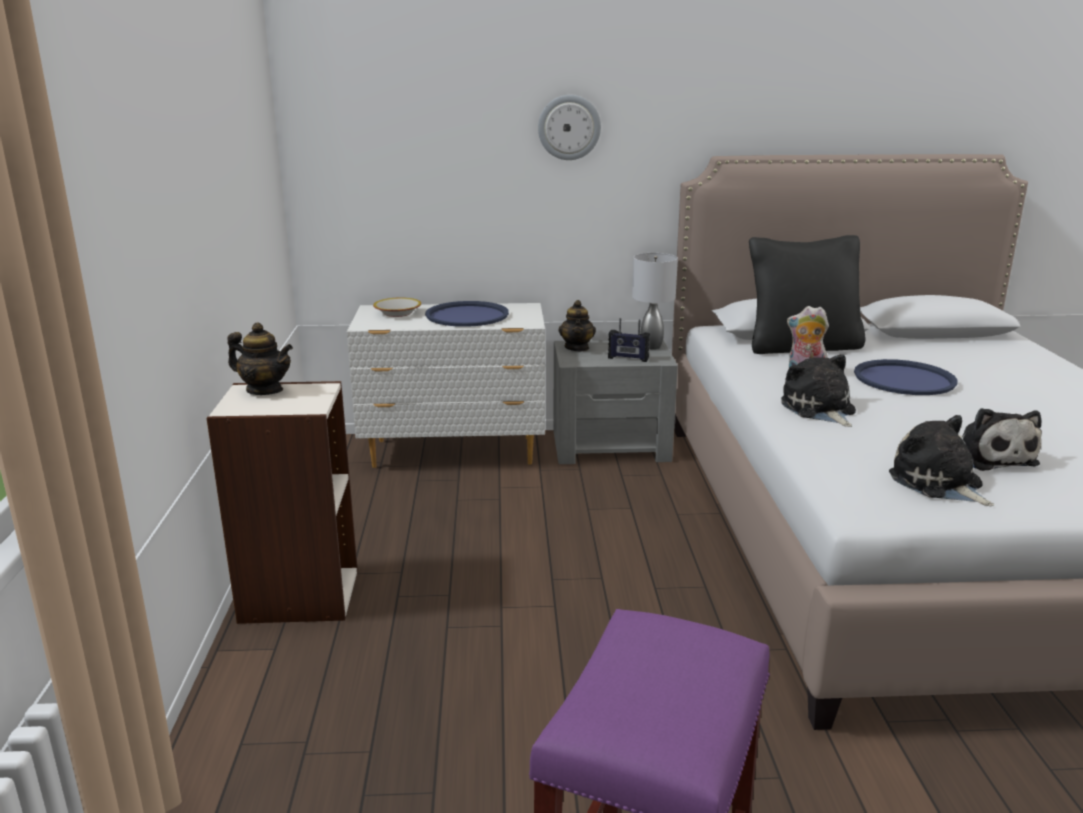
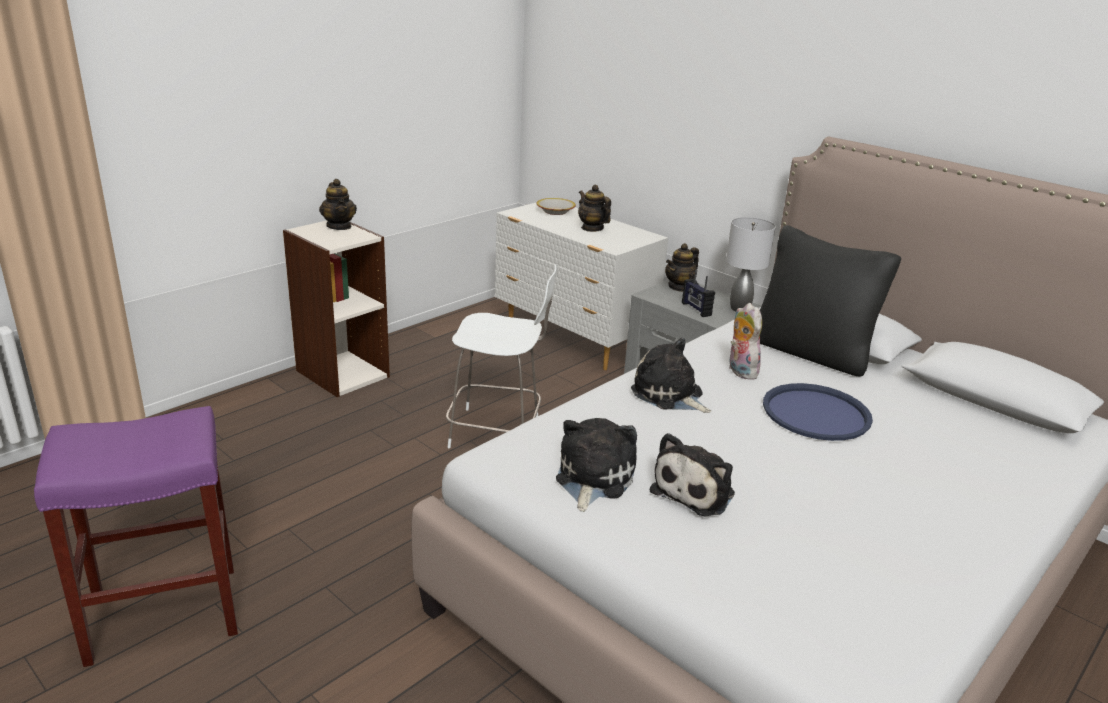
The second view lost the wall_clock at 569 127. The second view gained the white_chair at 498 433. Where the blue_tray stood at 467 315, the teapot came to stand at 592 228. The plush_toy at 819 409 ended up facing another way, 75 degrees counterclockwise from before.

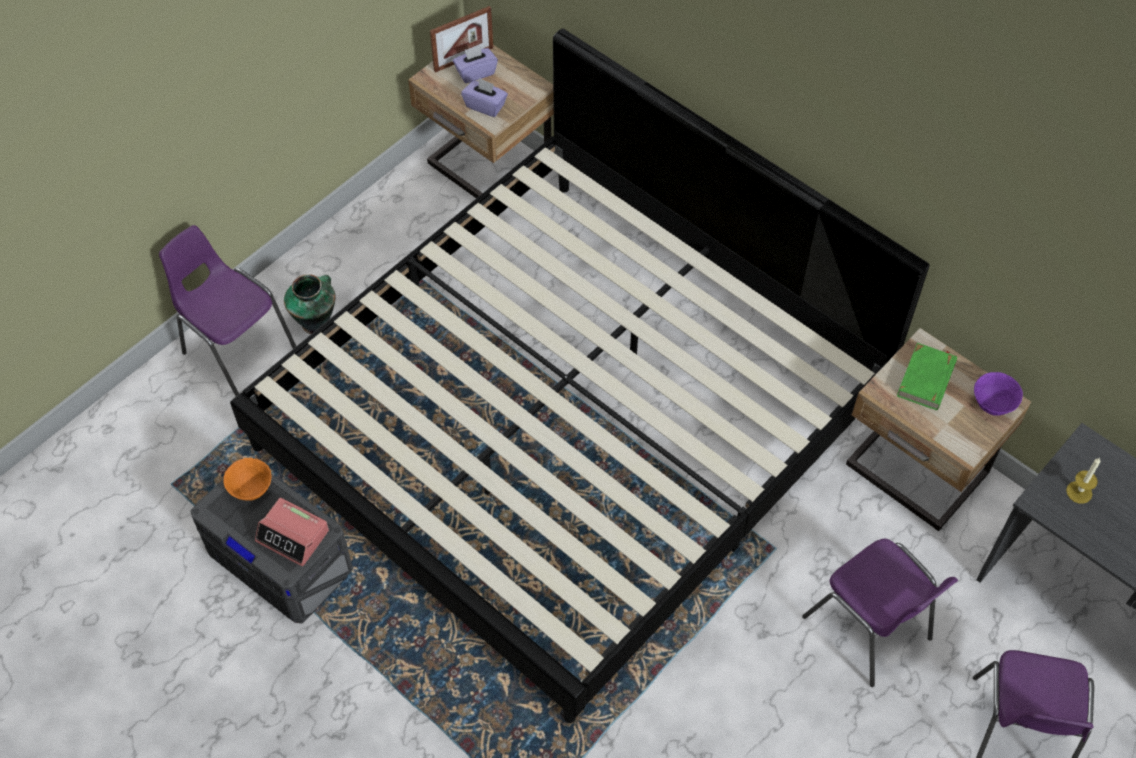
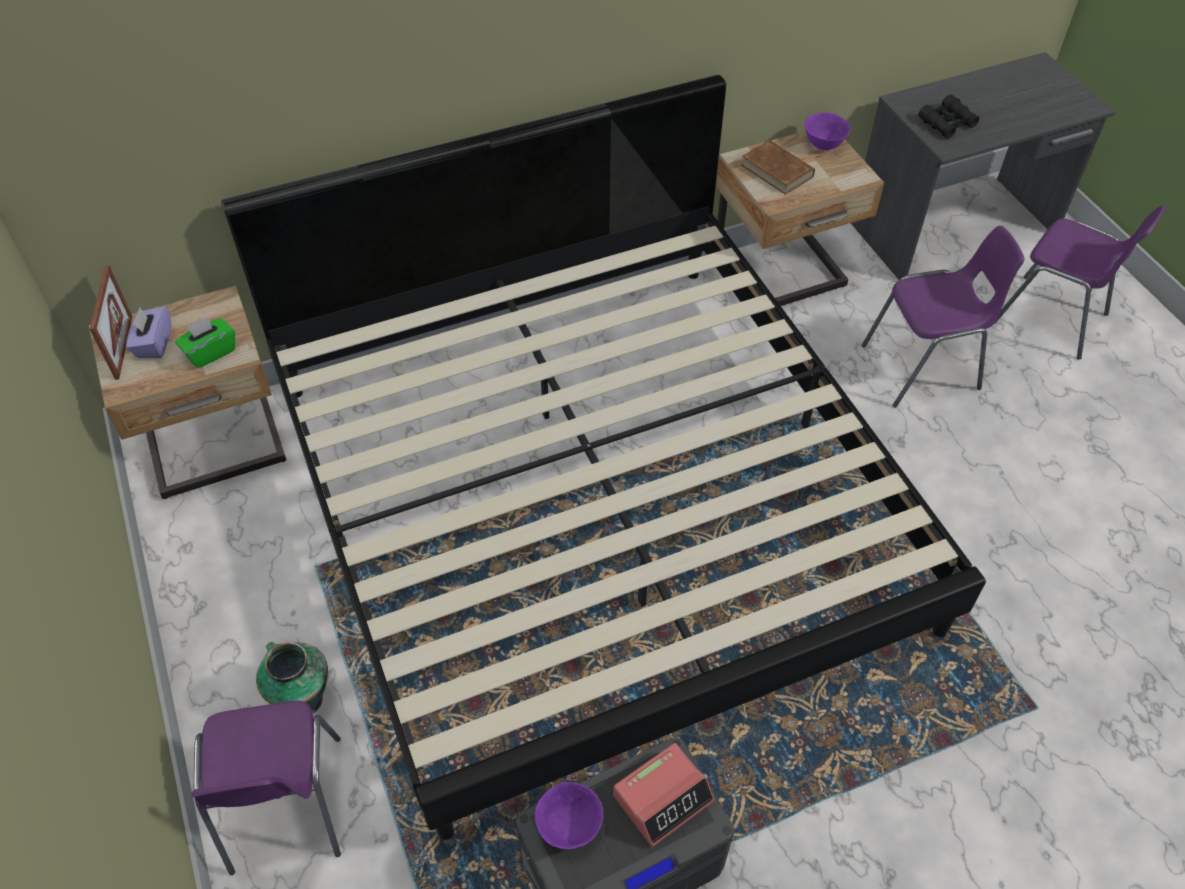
Where the candle stood at 1079 492, the black_binoculars came to stand at 947 123. What was the orange_bowl at 251 489 turned into the purple_bowl at 569 826. What was the purple_tissue_box at 485 106 turned into the green_tissue_box at 210 352. What was the green_book at 926 379 turned into the brown_book at 777 170. The purple_chair at 237 351 ended up facing another way, 75 degrees counterclockwise from before.

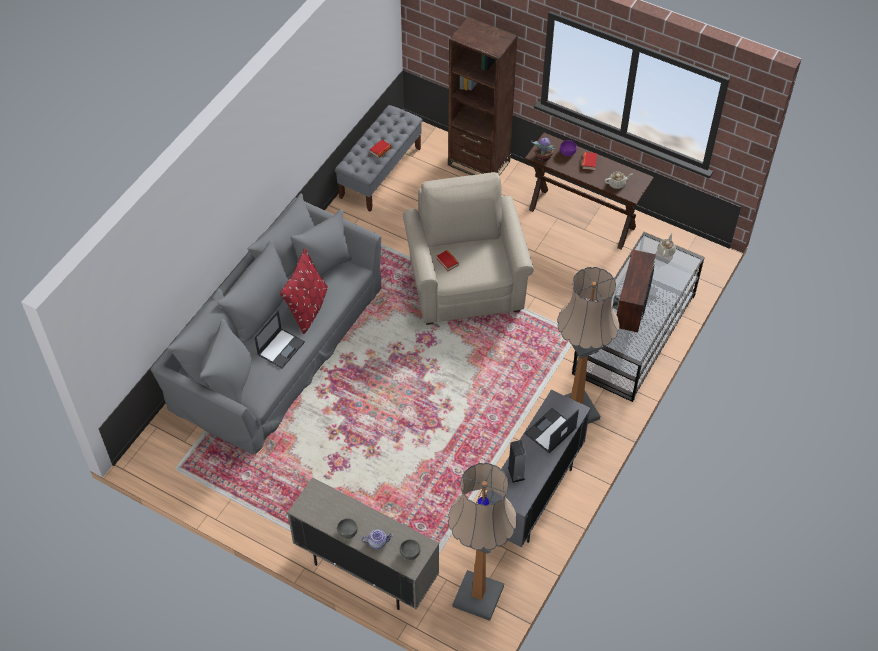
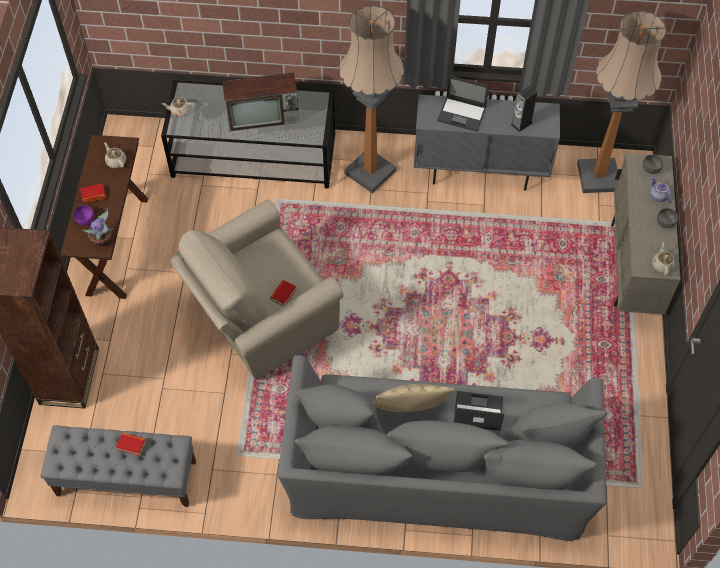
The second view gained the beige_teapot at 662 264. What was the red_pillow at 308 308 turned into the beige_pillow at 411 410.

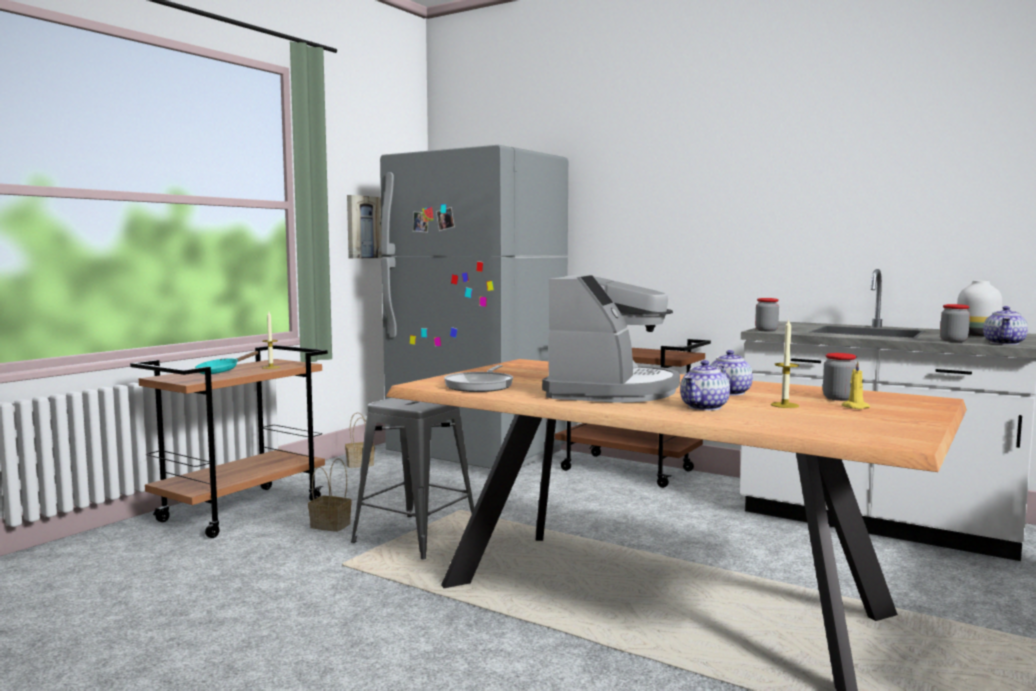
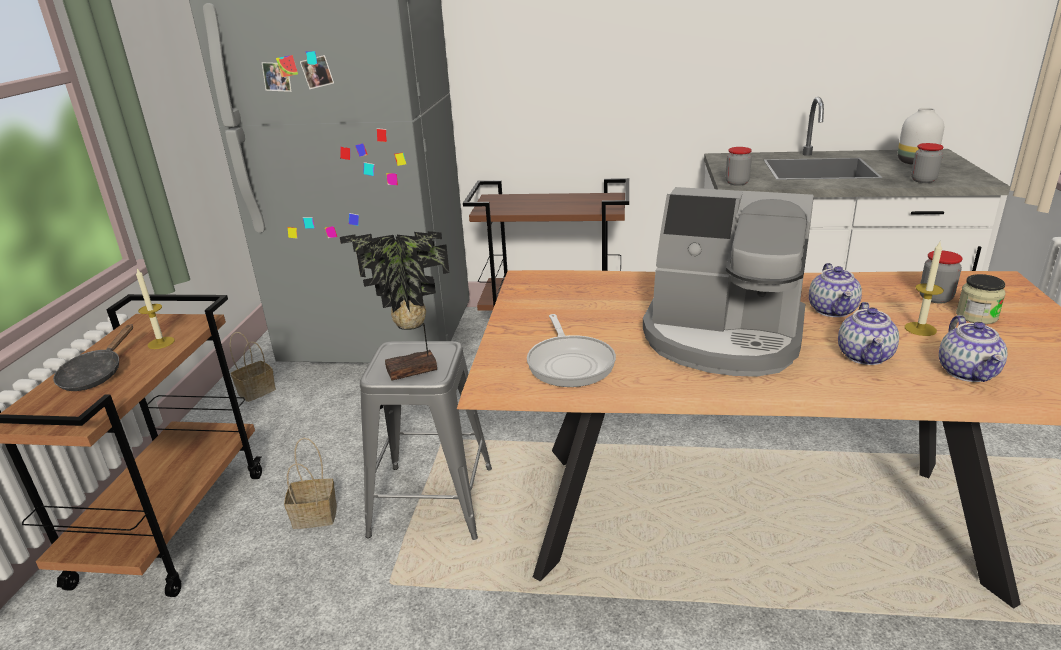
The second view lost the picture at 362 227. The second view gained the potted_plant at 413 371. The teapot ended up elsewhere, having gone from 1004 343 to 968 373. Where the yellow_candle stood at 854 407, the jar came to stand at 976 316. What was the turquoise_frying_pan at 221 371 turned into the black_frying_pan at 96 375. The coffee_machine at 611 391 ended up facing another way, 120 degrees clockwise from before.

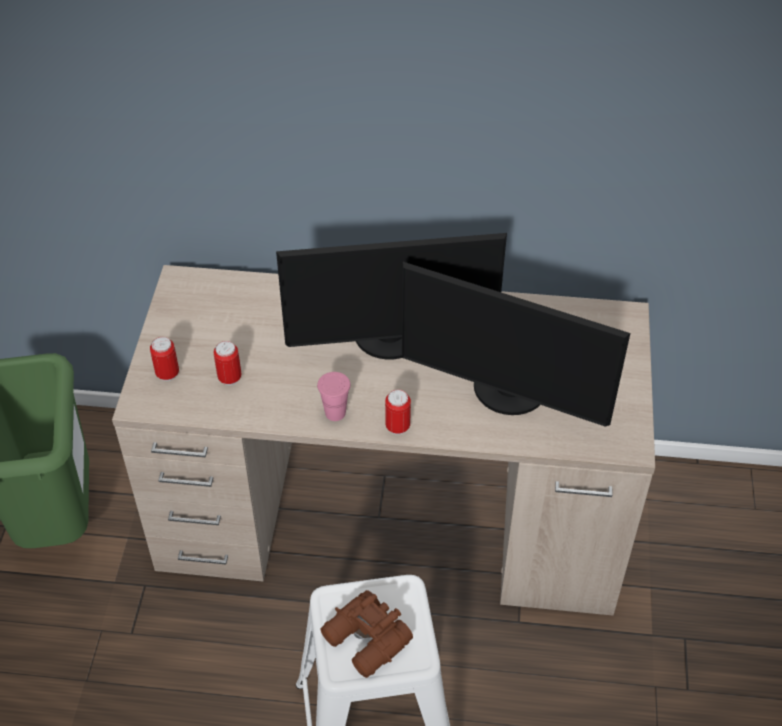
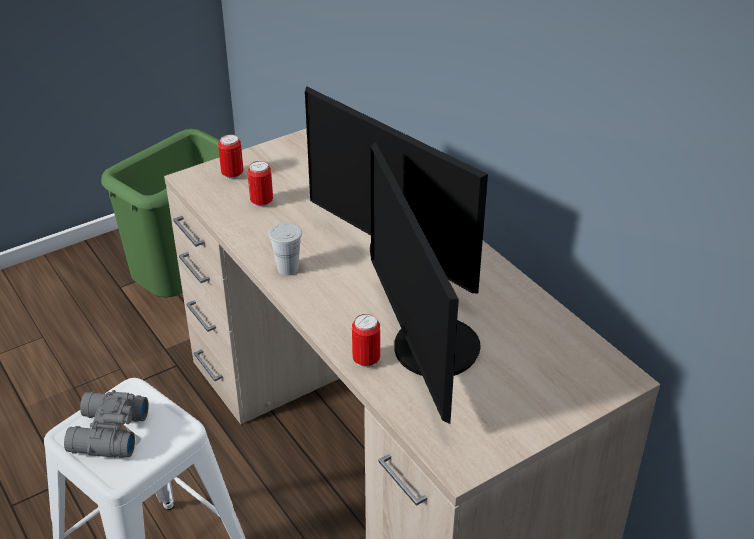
The can ended up elsewhere, having gone from 397 427 to 366 360. What was the pink_cup at 335 413 turned into the white_cup at 287 269. What was the brown_binoculars at 366 642 turned into the grey_binoculars at 107 434.

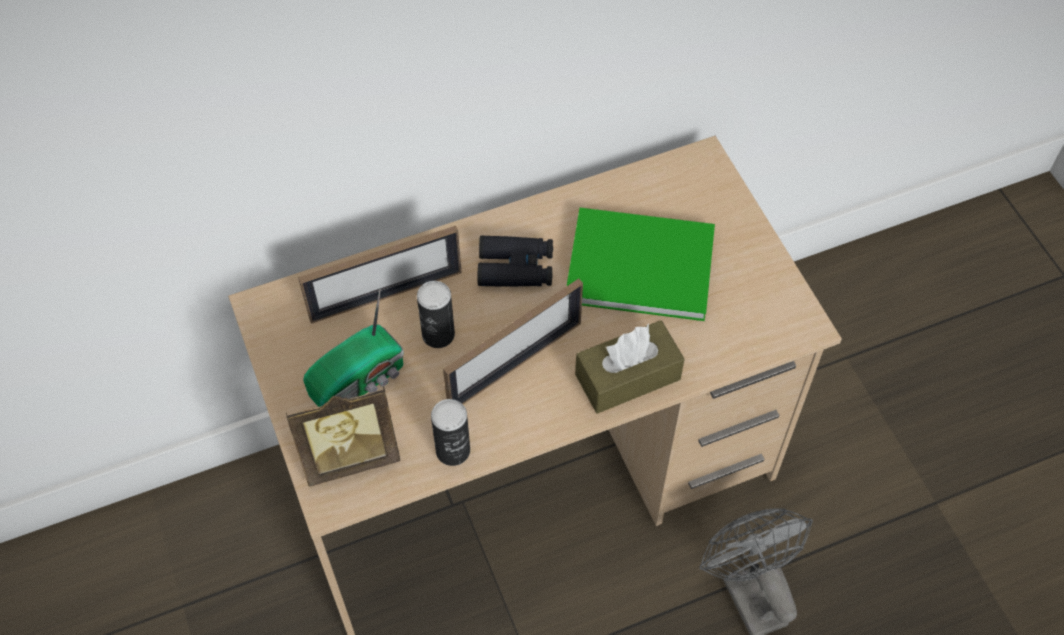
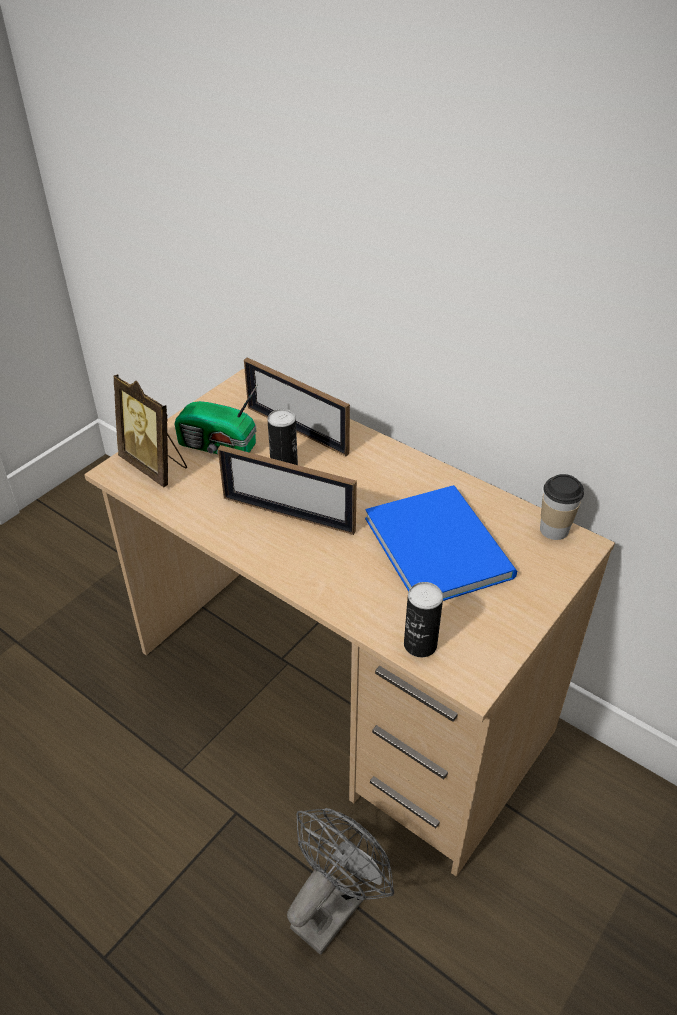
The second view lost the black_binoculars at 516 268. The second view lost the brown_tissue_box at 627 377. The second view gained the cup at 554 529. The can ended up elsewhere, having gone from 453 450 to 420 644. What was the green_book at 636 262 turned into the blue_book at 439 543.

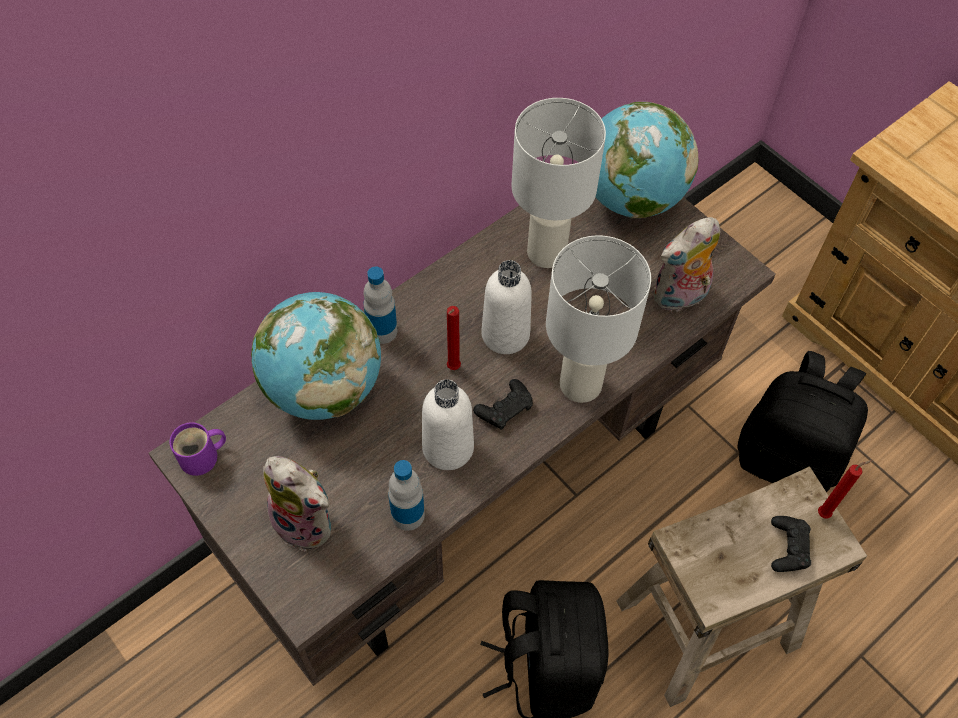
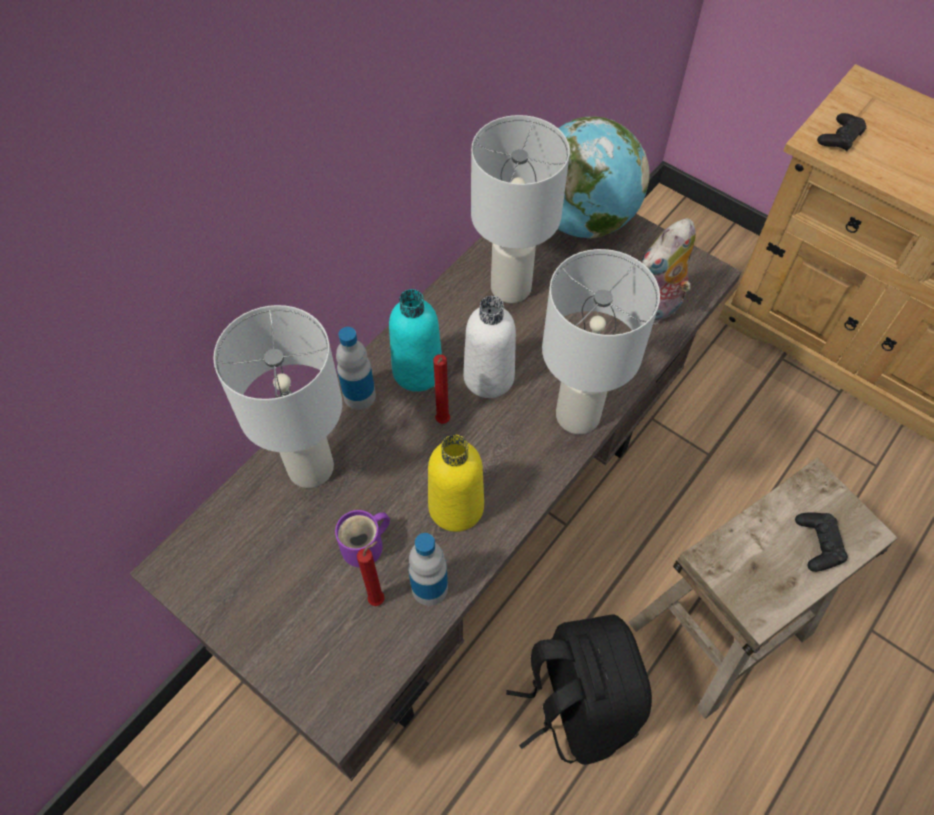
The second view lost the plush_toy at 307 521. The second view lost the black_backpack at 787 458. The second view gained the turquoise_bottle at 417 371. The purple_mug ended up elsewhere, having gone from 203 458 to 366 546. The black_game_controller ended up elsewhere, having gone from 504 408 to 840 137. The red_candle ended up elsewhere, having gone from 825 513 to 379 599. Where the globe stood at 323 387, the white_table_lamp came to stand at 309 466. What was the white_bottle at 448 448 turned into the yellow_bottle at 456 507.

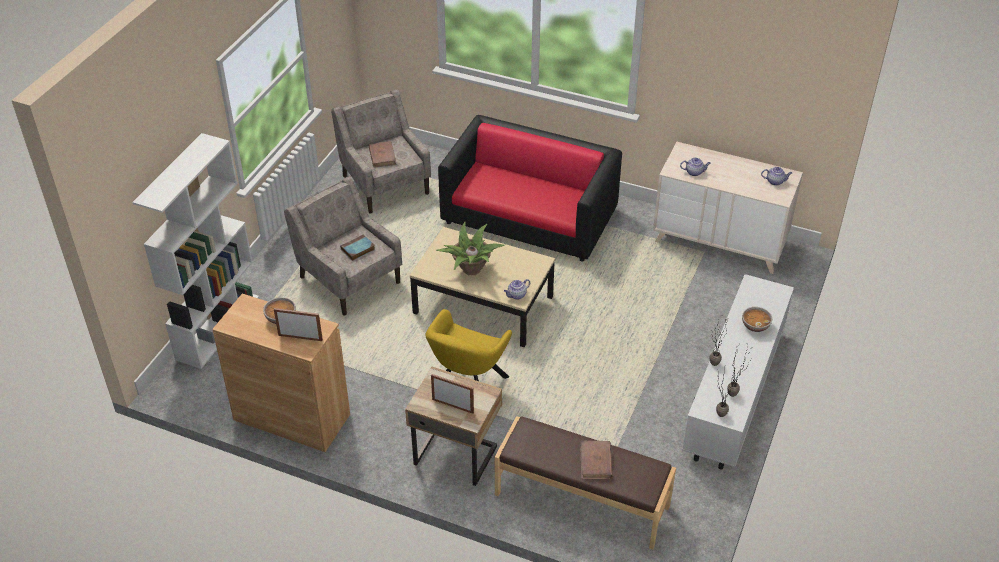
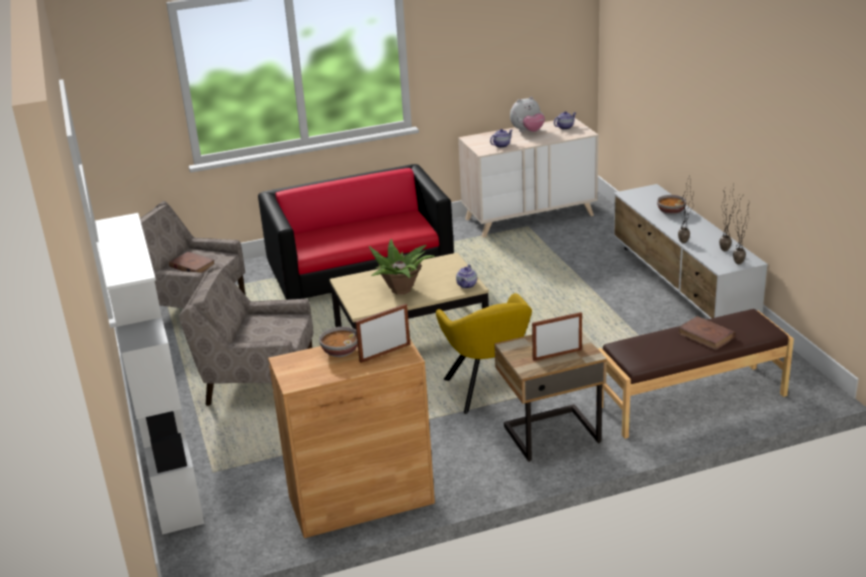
The second view lost the book at 357 250. The second view gained the plush_toy at 527 131.

